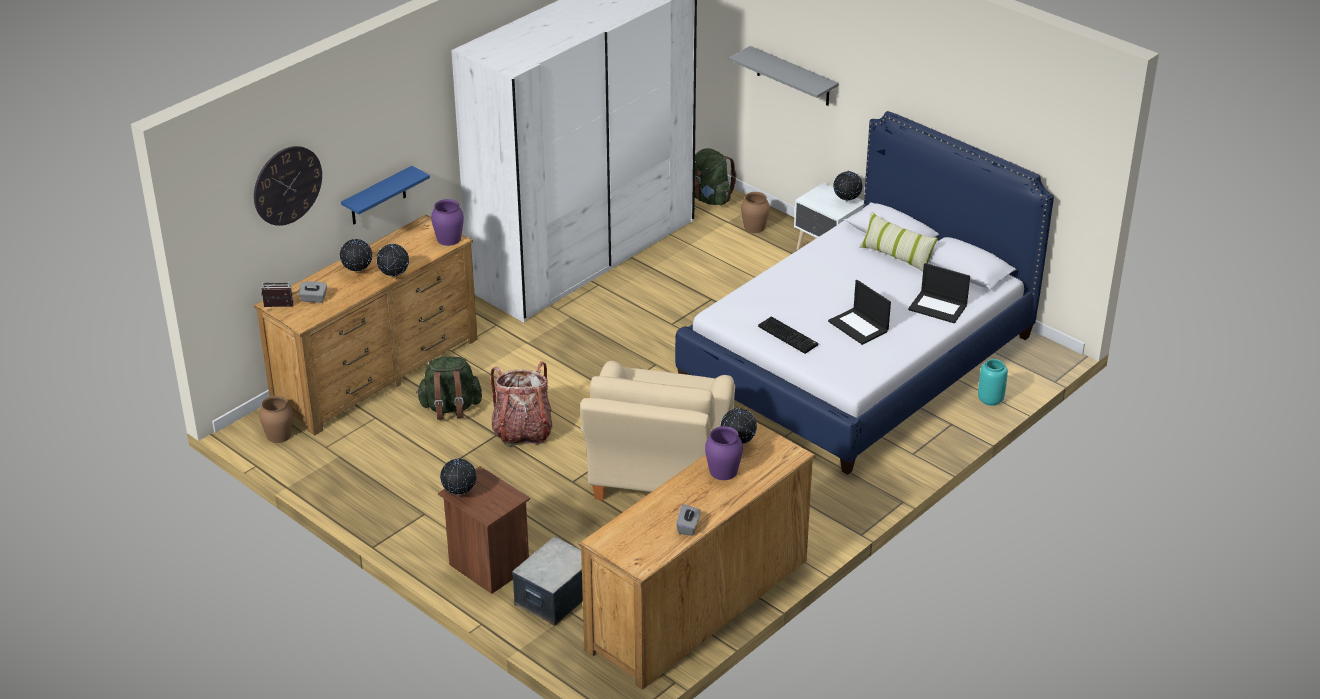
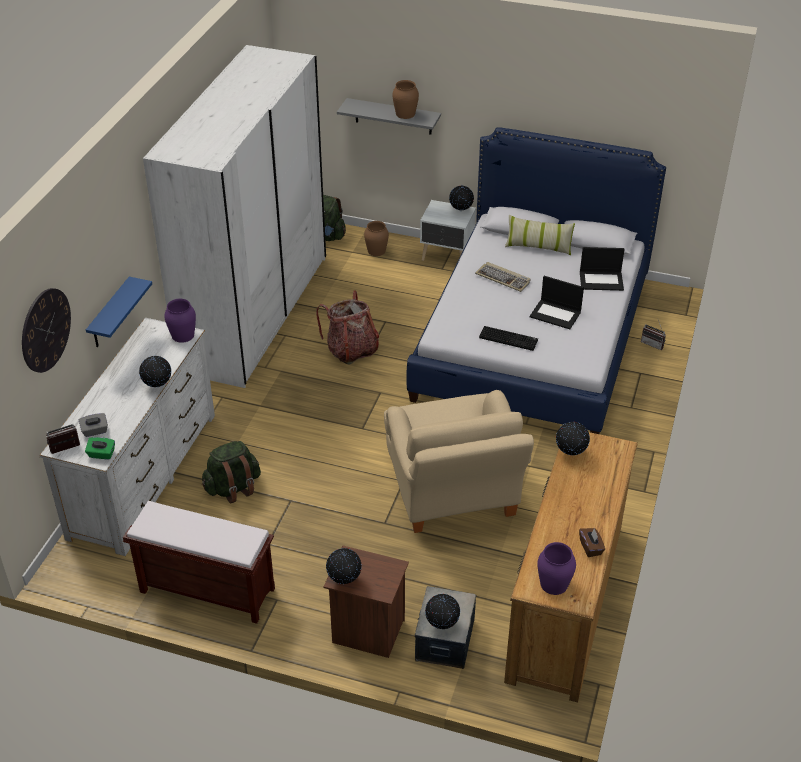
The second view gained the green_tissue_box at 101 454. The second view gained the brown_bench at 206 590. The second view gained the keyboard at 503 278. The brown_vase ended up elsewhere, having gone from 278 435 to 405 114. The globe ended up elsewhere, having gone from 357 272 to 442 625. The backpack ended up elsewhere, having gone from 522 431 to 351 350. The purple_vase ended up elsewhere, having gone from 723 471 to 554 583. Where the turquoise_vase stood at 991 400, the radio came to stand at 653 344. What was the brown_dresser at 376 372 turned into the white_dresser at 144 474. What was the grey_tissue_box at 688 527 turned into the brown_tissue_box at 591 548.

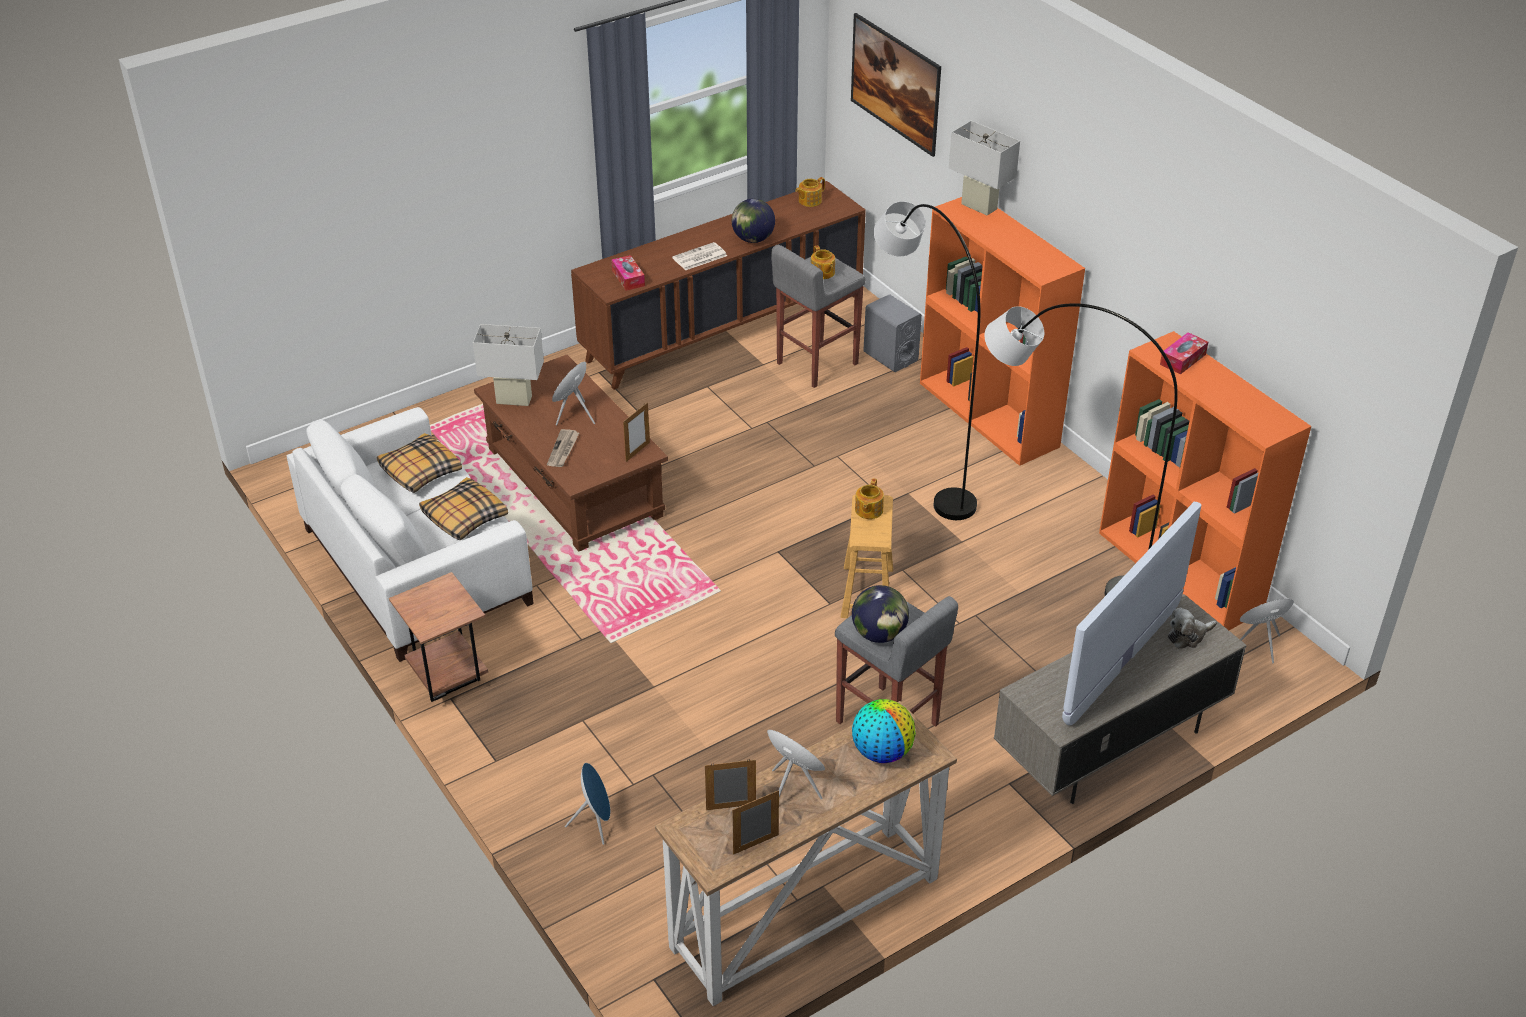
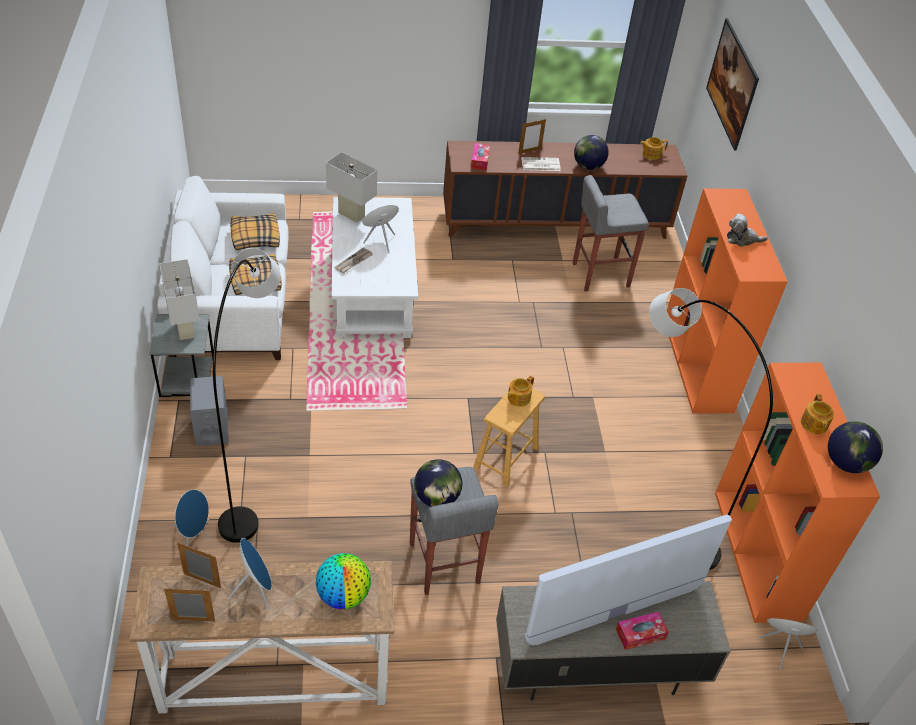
The second view gained the globe at 846 463. The picture_frame ended up elsewhere, having gone from 637 452 to 529 151. The teapot ended up elsewhere, having gone from 822 273 to 813 424. The grey_speaker ended up elsewhere, having gone from 890 356 to 212 428. The grey_floor_lamp ended up elsewhere, having gone from 917 459 to 255 467. The white_table_lamp ended up elsewhere, having gone from 979 206 to 185 329. The tissue_box ended up elsewhere, having gone from 1183 359 to 640 634. The plush_toy ended up elsewhere, having gone from 1188 636 to 742 239. What was the brown_side_table at 447 678 turned into the grey_side_table at 187 385. What was the brown_coffee_table at 574 481 turned into the white_coffee_table at 373 288.

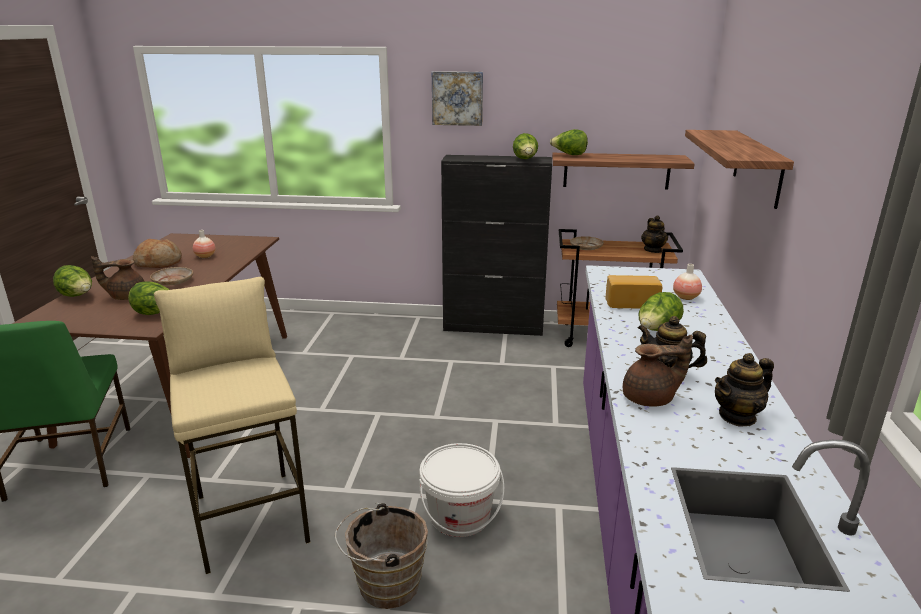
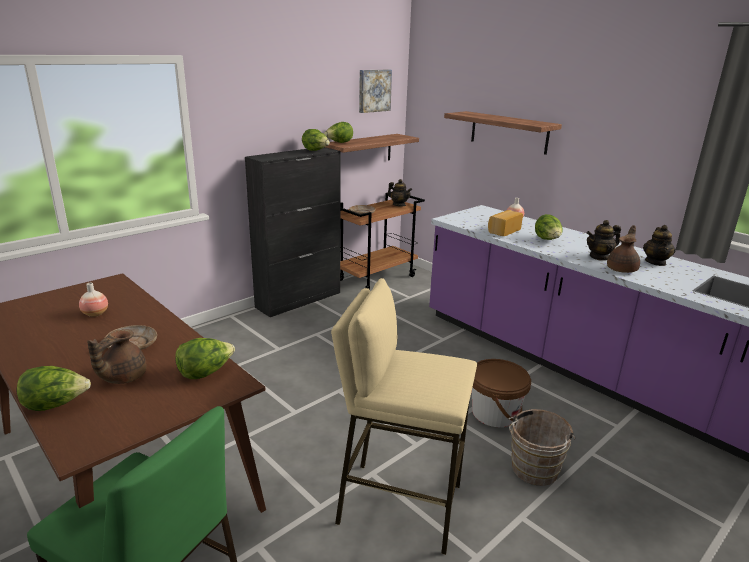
The second view lost the bread at 159 263. The picture ended up elsewhere, having gone from 457 98 to 374 90. What was the white_bucket at 460 516 turned into the brown_bucket at 495 413.

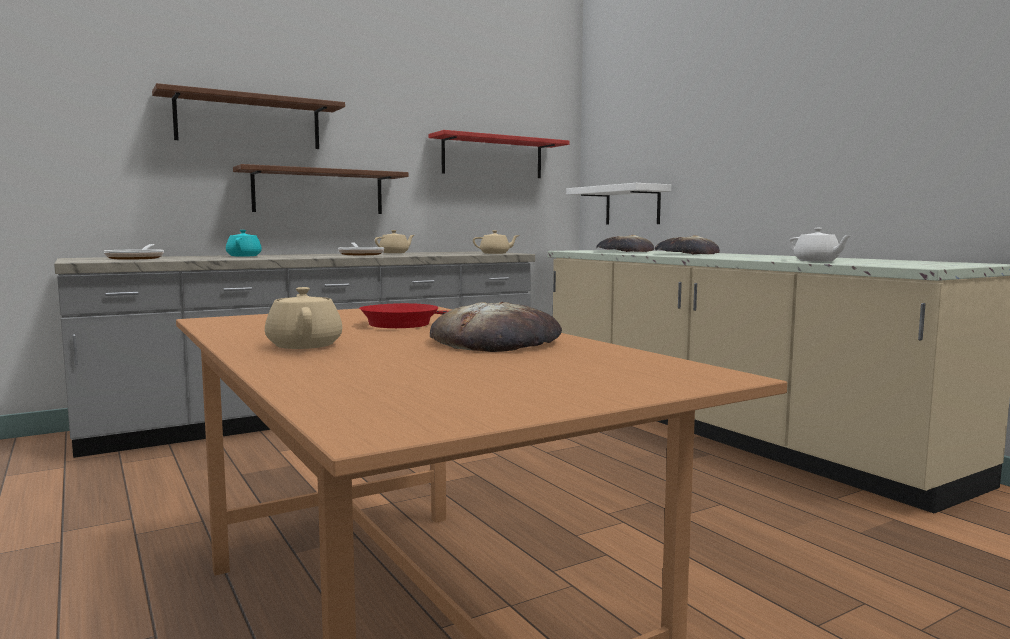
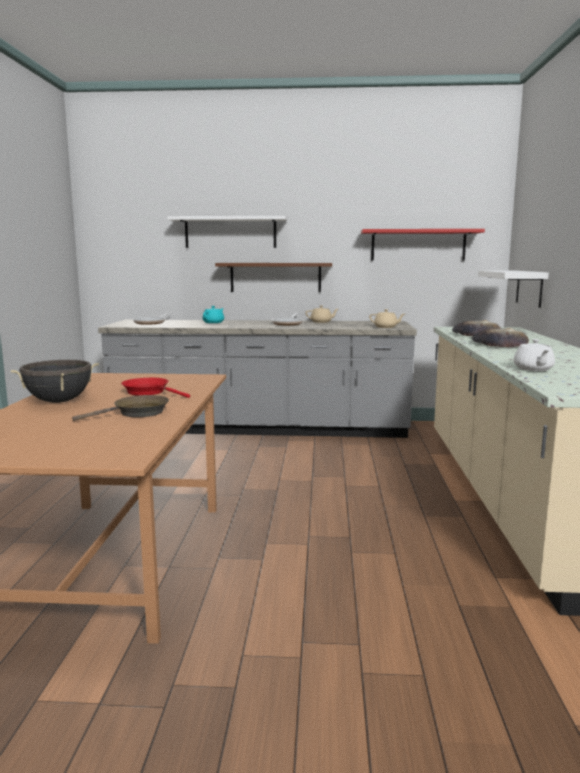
Where the beige_teapot stood at 305 345, the black_cooking_pot came to stand at 59 401. Where the bread stood at 496 341, the brown_frying_pan came to stand at 137 413. What was the brown_shelf at 249 122 turned into the white_shelf at 230 232.

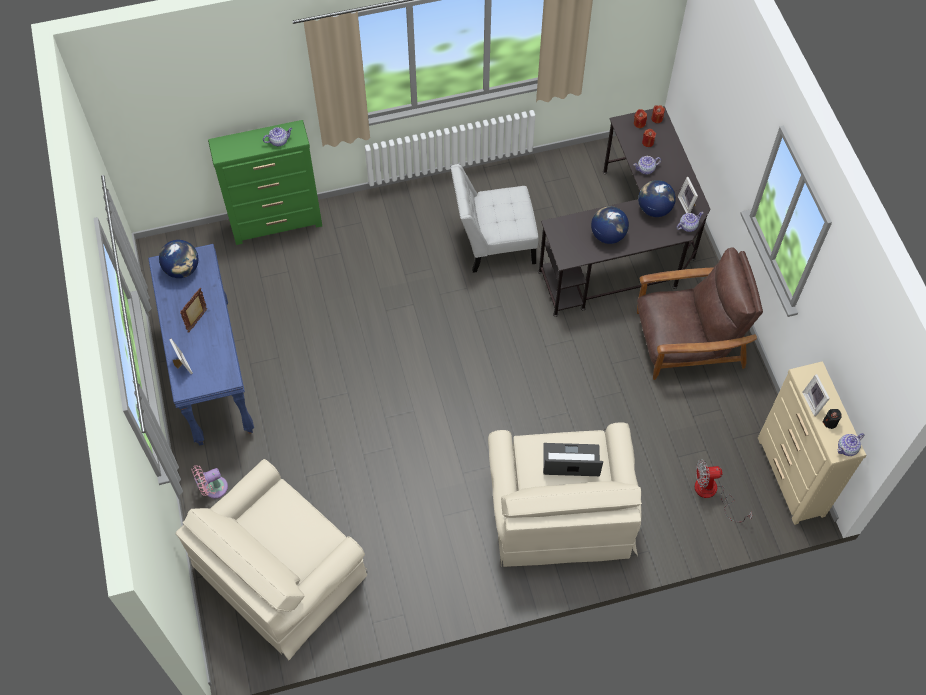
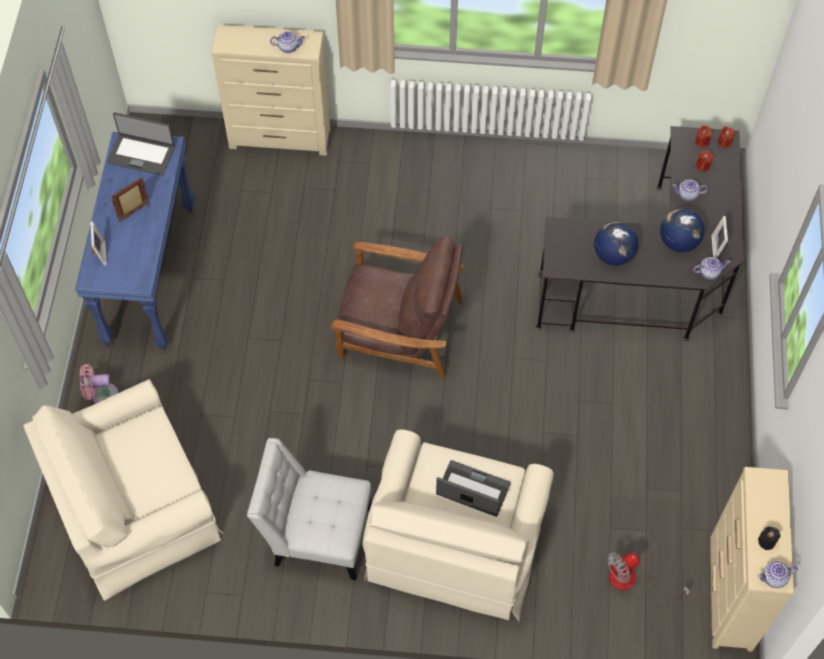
The second view lost the picture_frame at 814 402. The white_chair ended up elsewhere, having gone from 493 243 to 316 534. The brown_armchair ended up elsewhere, having gone from 687 340 to 398 330. Where the globe stood at 182 269, the laptop came to stand at 141 154. What was the green_dresser at 277 224 turned into the beige_dresser at 280 139. The fan at 712 493 ended up facing another way, 45 degrees counterclockwise from before.

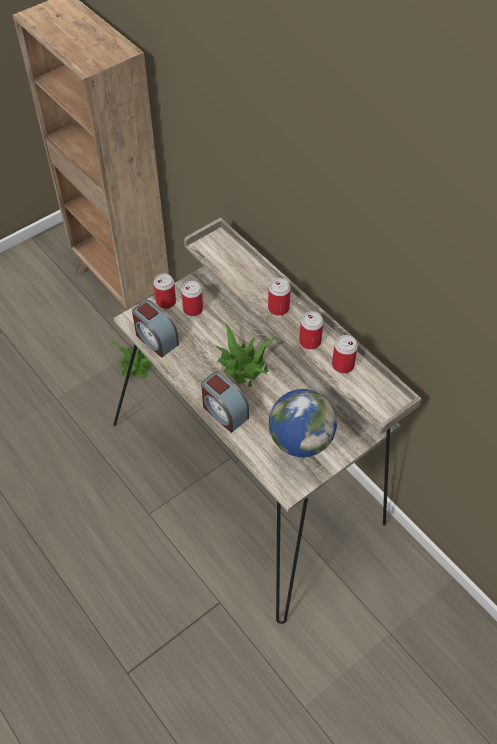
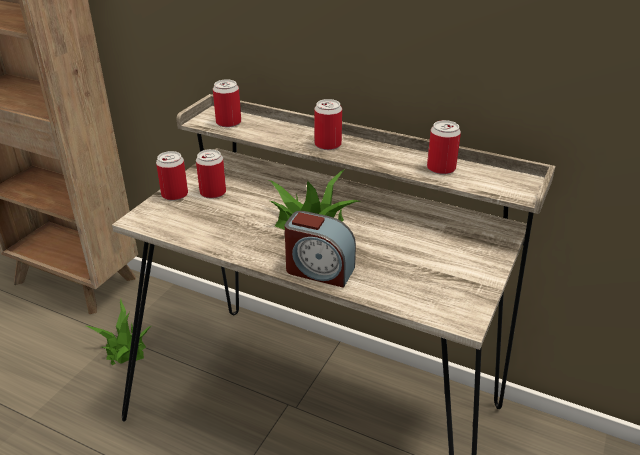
The second view lost the alarm_clock at 156 339. The second view lost the globe at 298 455. The can ended up elsewhere, having gone from 310 341 to 228 123.

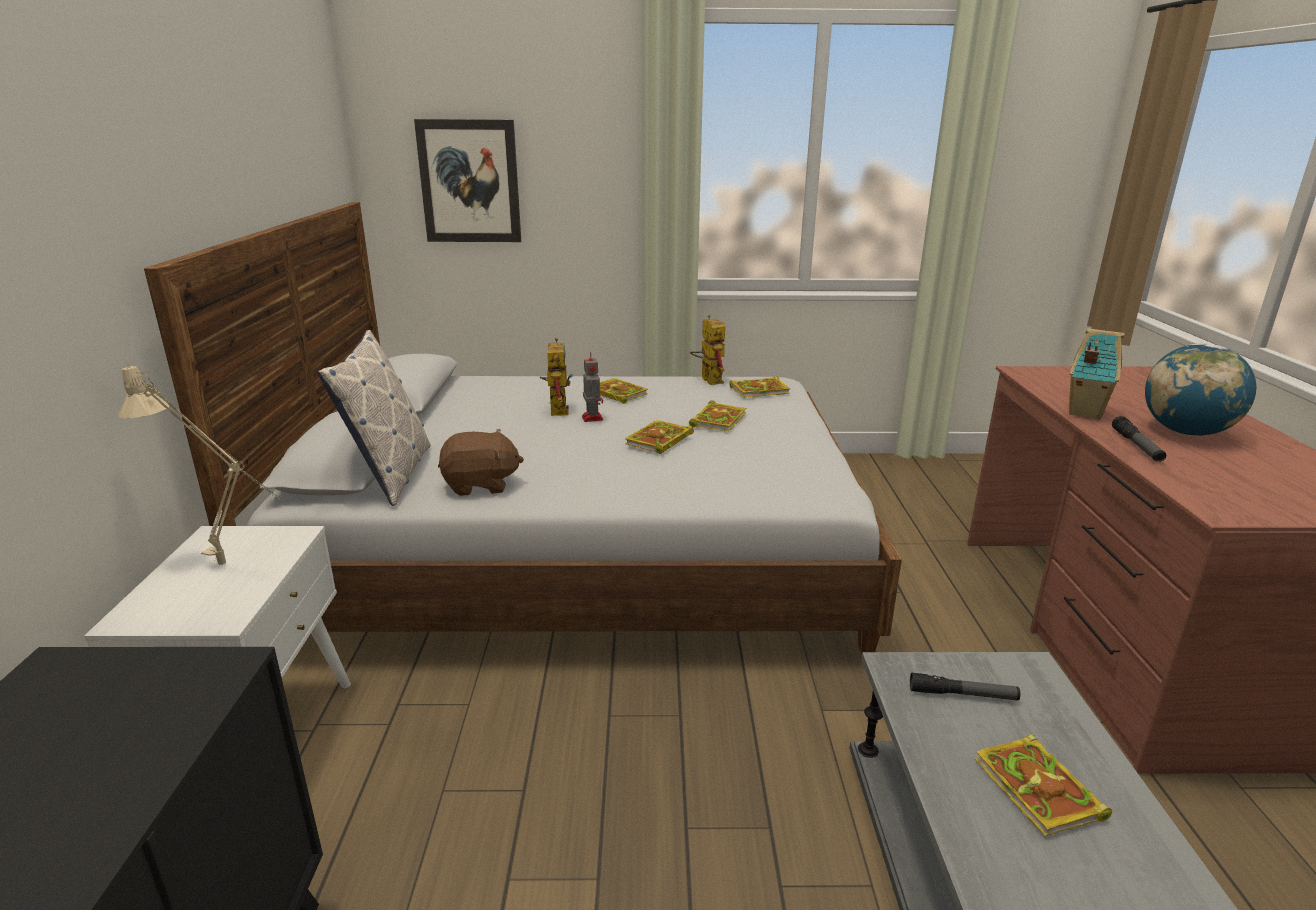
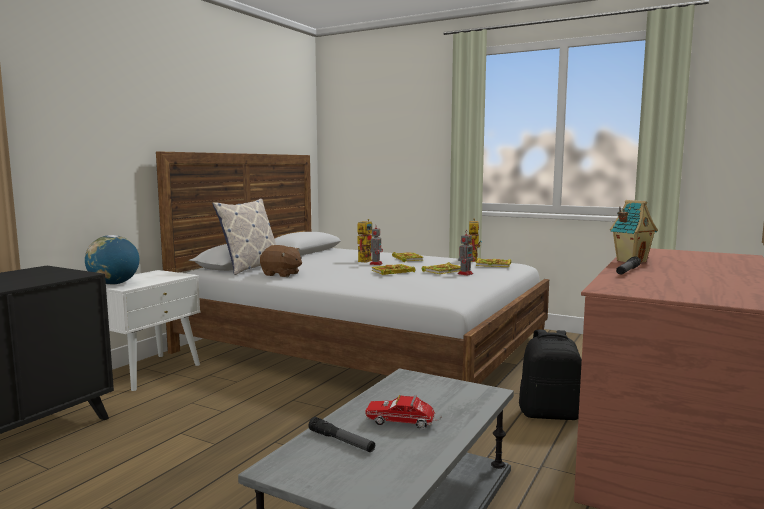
The second view lost the beige_table_lamp at 231 567. The second view lost the picture at 470 182. The second view gained the toy_robot at 465 274. The second view gained the black_backpack at 550 414. The flashlight ended up elsewhere, having gone from 962 694 to 341 441. The globe ended up elsewhere, having gone from 1186 432 to 114 284. Where the book stood at 1040 791, the toy_truck came to stand at 404 423.

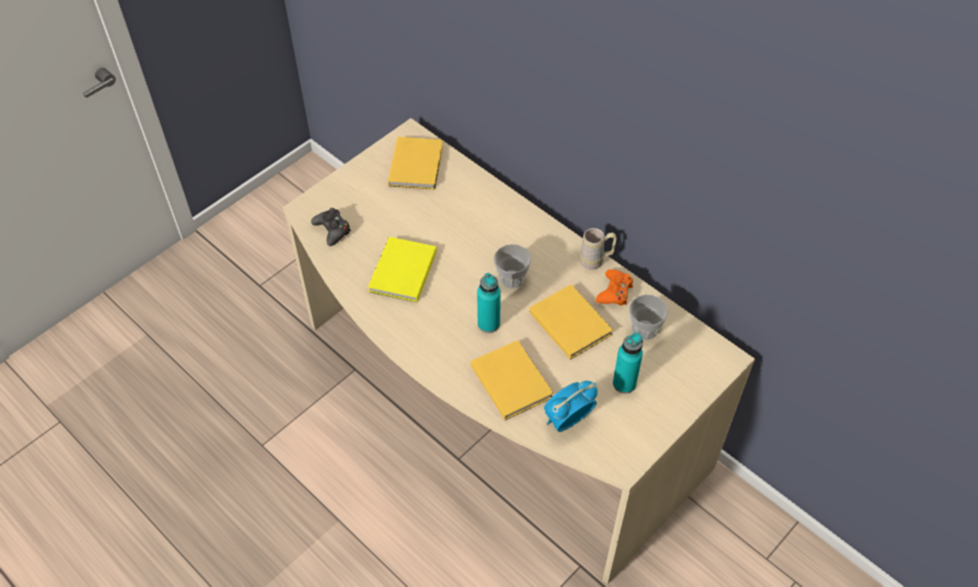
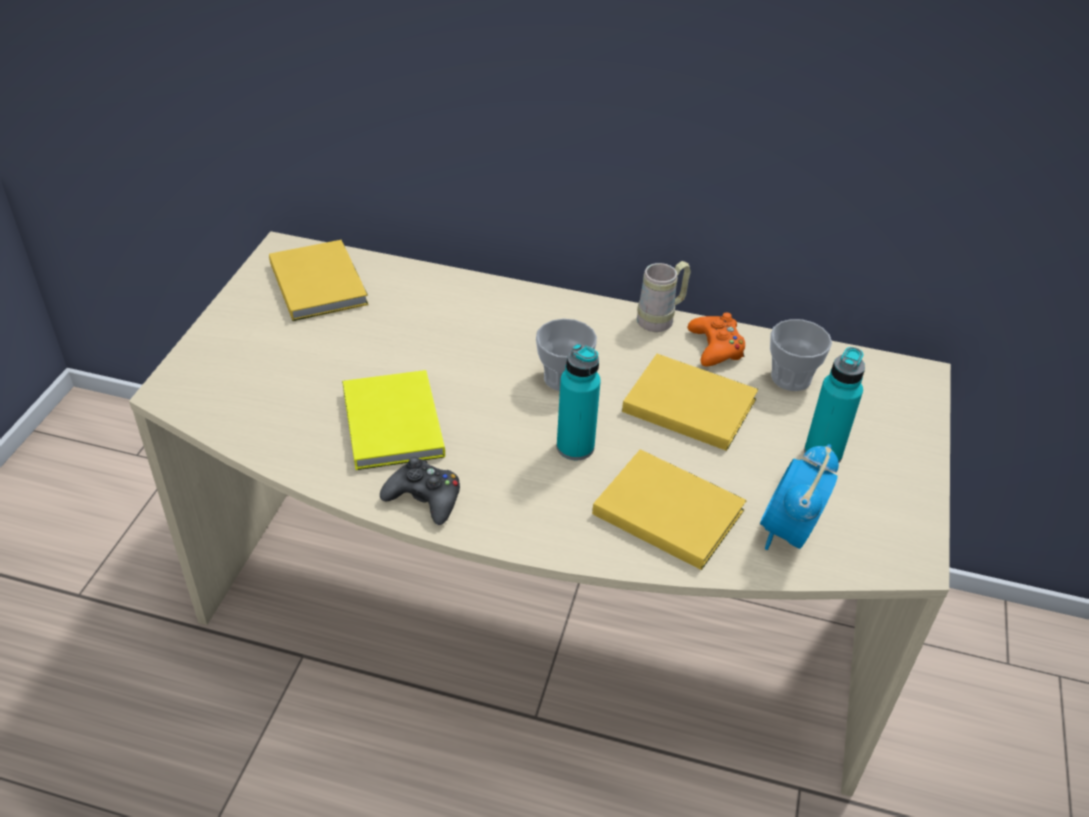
The black_game_controller ended up elsewhere, having gone from 332 230 to 424 498.

